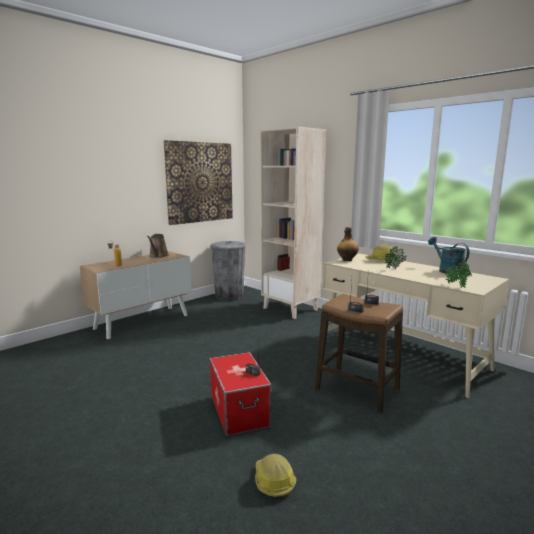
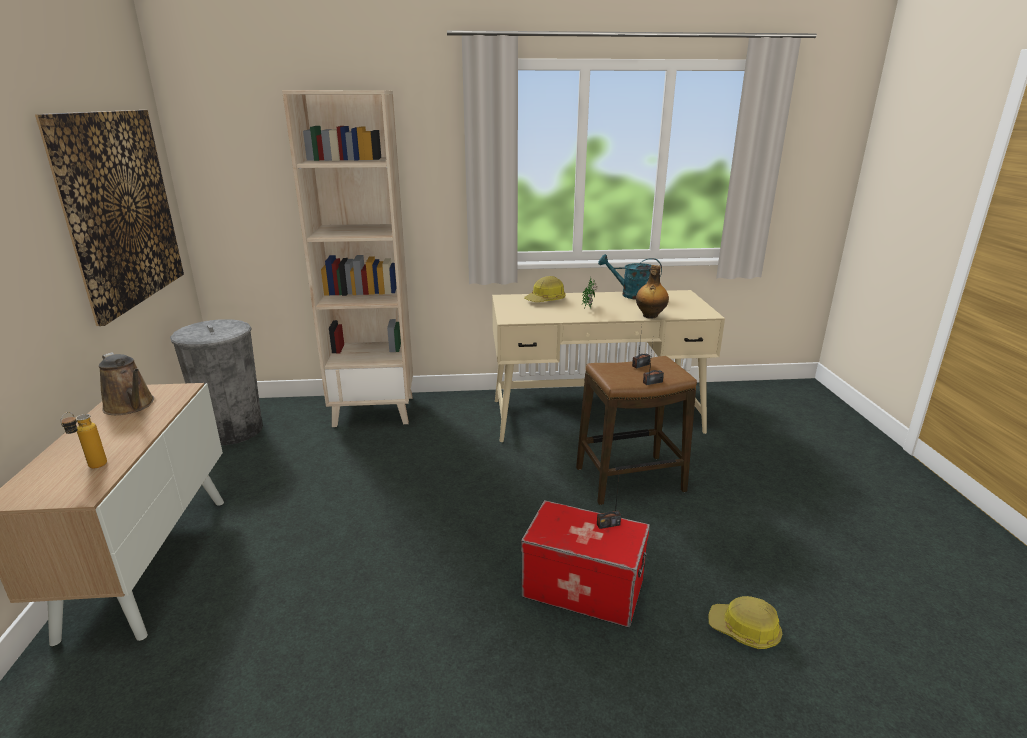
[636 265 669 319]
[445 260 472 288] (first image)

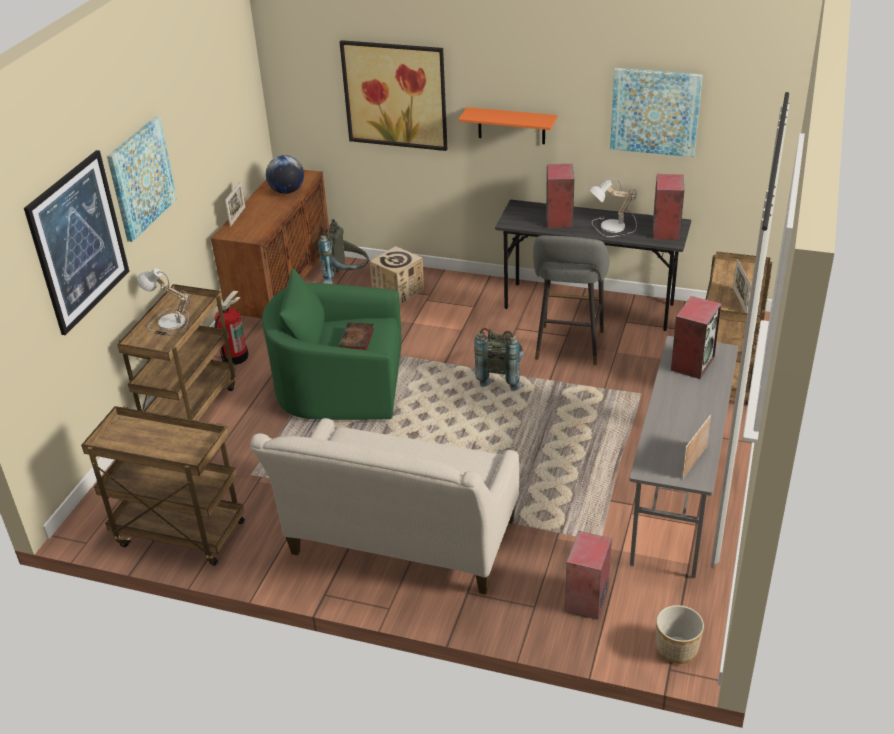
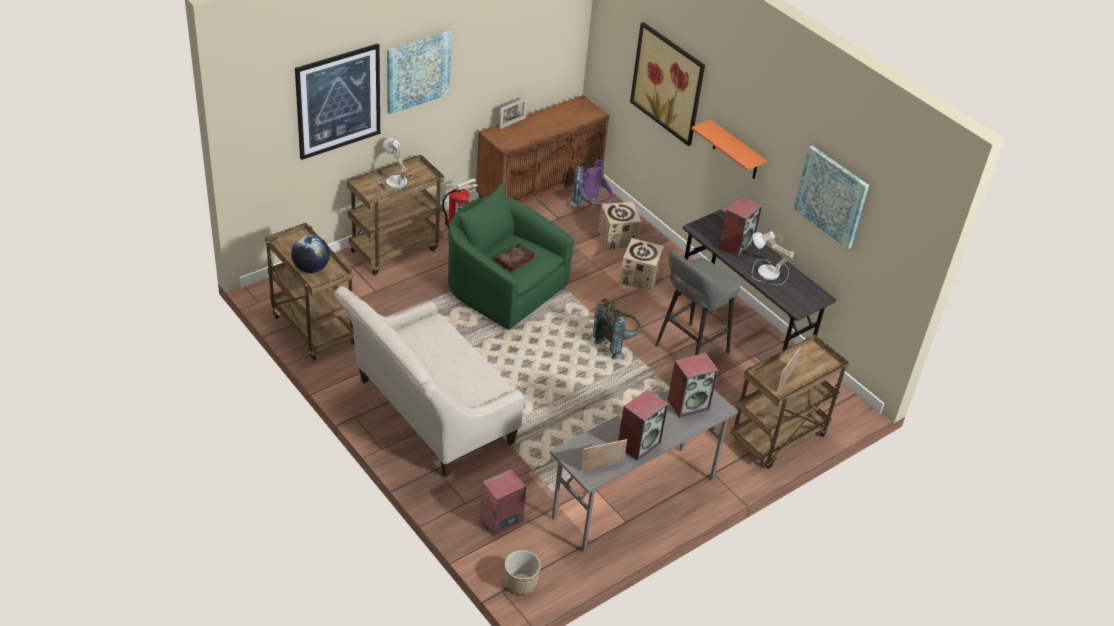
[291 235 330 273]
[570 157 614 208]
[618 389 668 461]
[619 238 664 292]

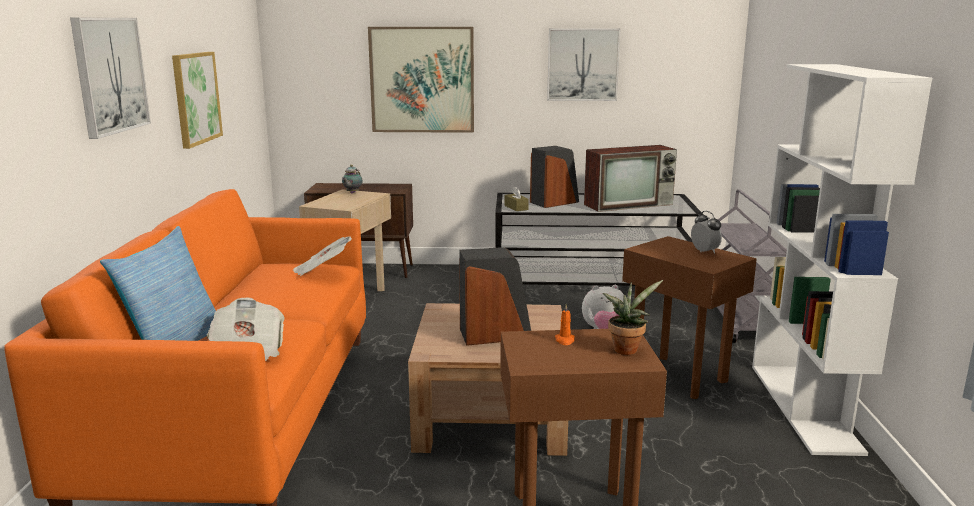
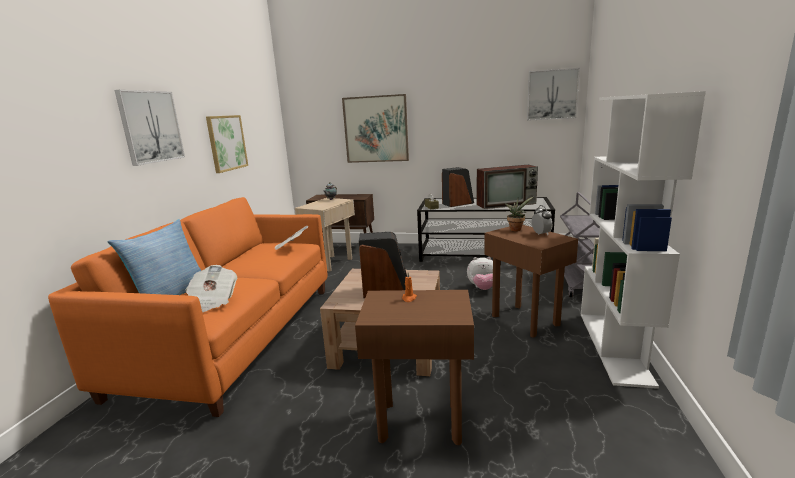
[504 196 534 232]
[527 68 580 121]

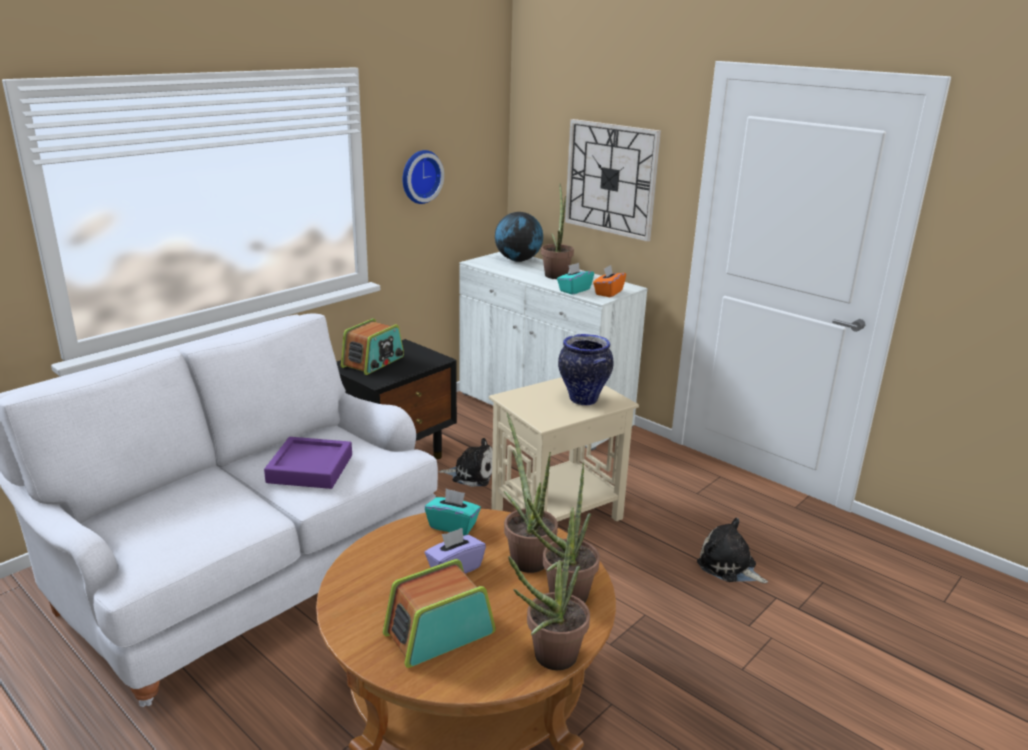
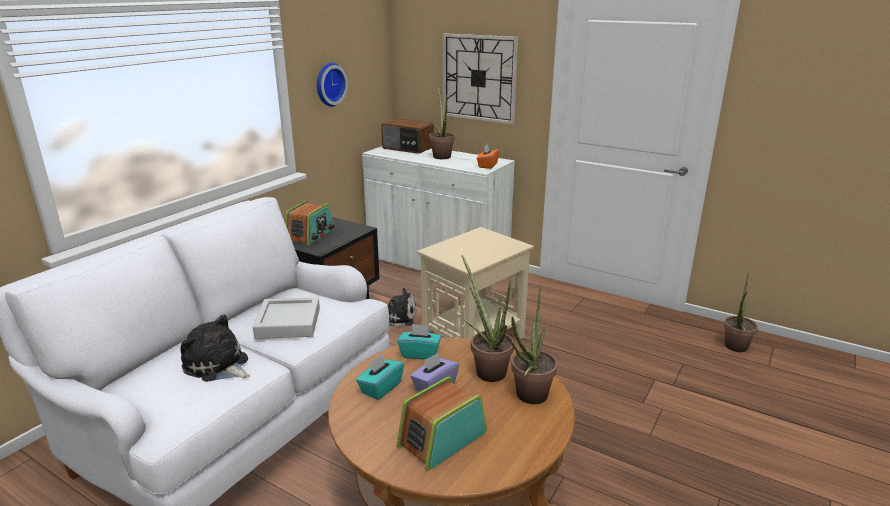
[181 314 250 382]
[253 297 320 339]
[356 353 404 400]
[381 119 434 154]
[724 272 758 352]
[558 334 613 406] (first image)

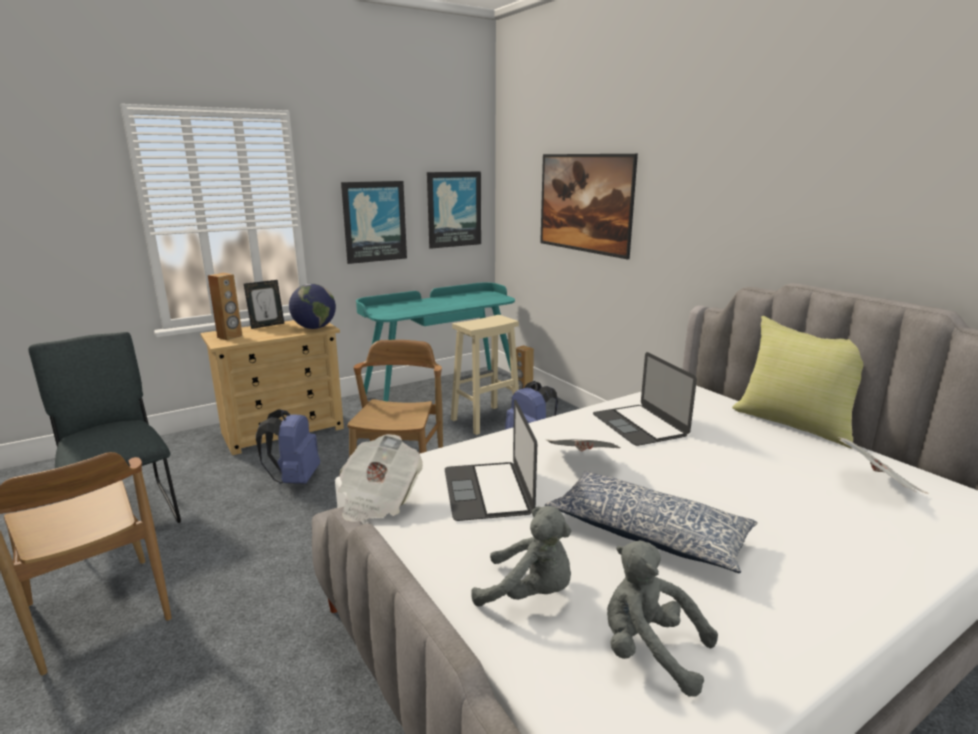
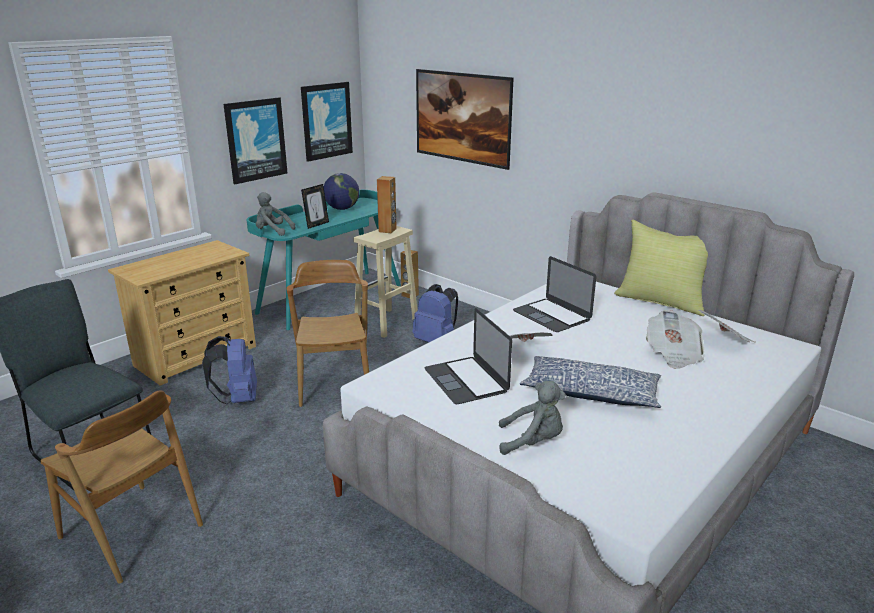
[256 192 295 236]
[301 184 329 229]
[324 173 359 210]
[377 176 397 233]
[646 310 704 369]

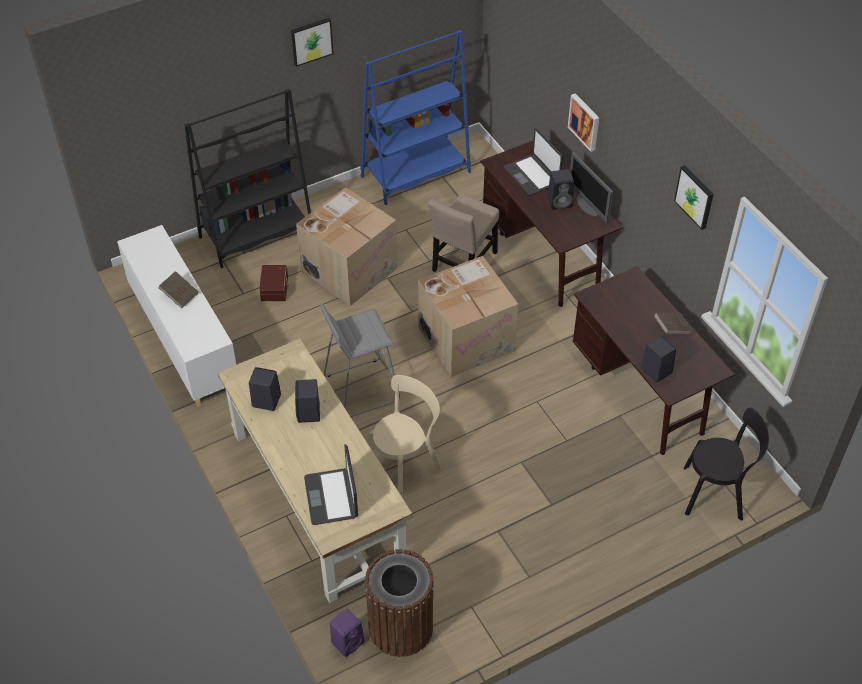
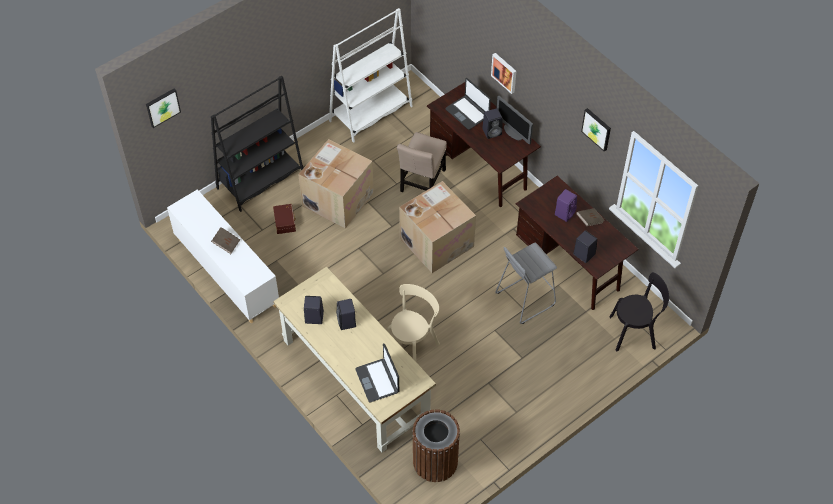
[146 88 181 128]
[329 8 413 143]
[495 243 557 324]
[555 189 577 222]

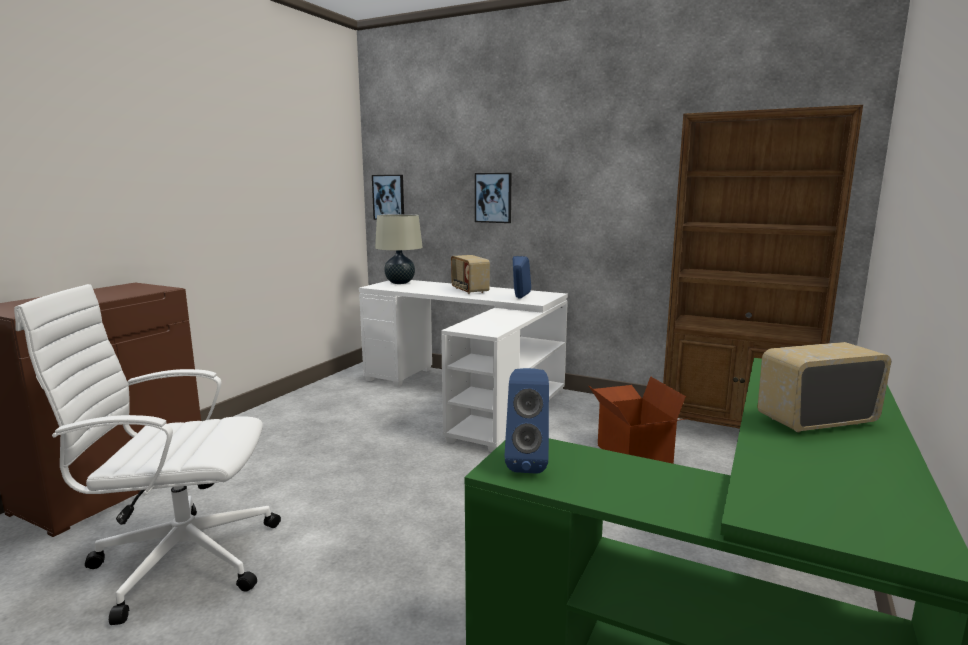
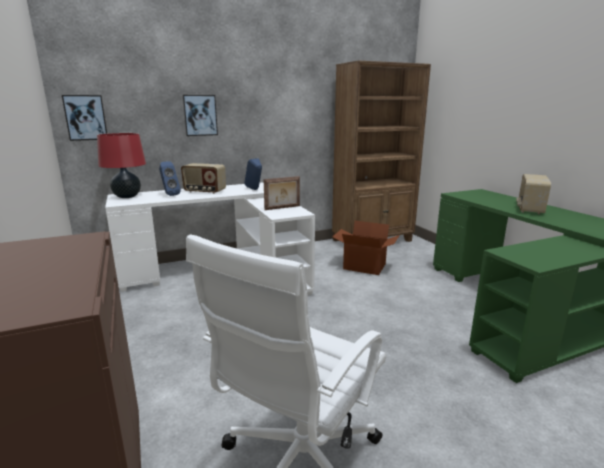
[97 133 146 198]
[159 161 181 196]
[264 176 300 210]

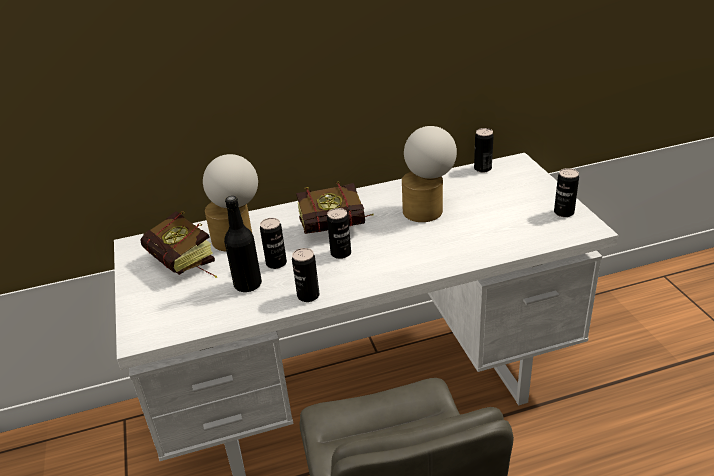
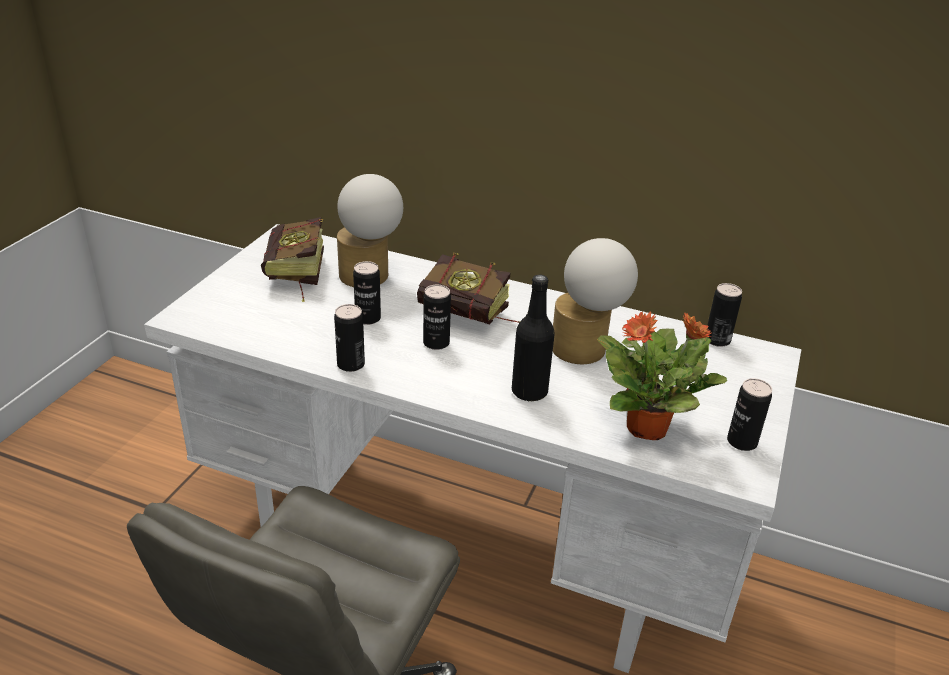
[512 275 555 402]
[597 312 727 440]

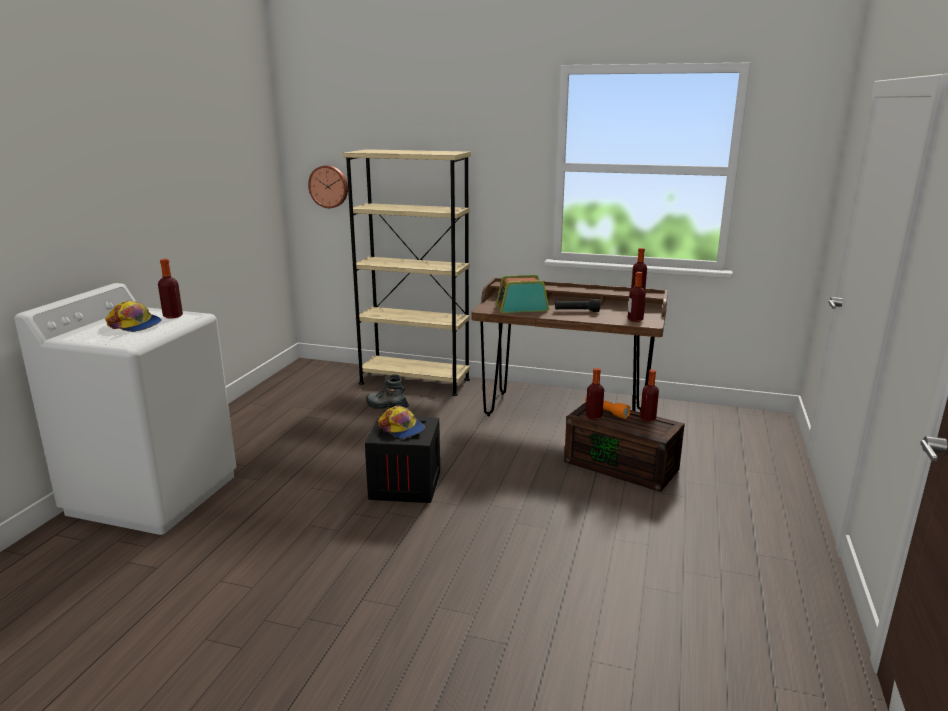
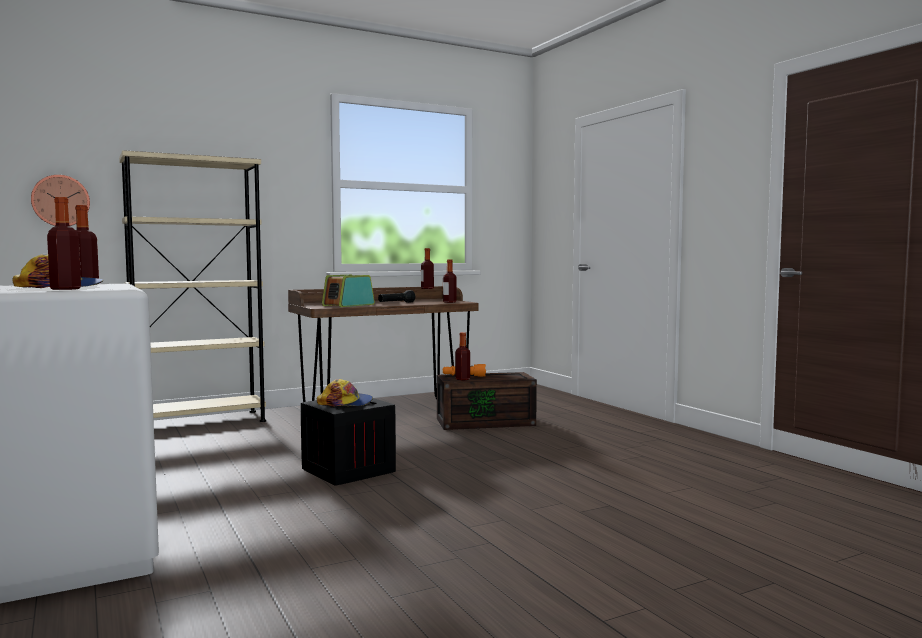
[47 197 81 290]
[366 374 409 409] (first image)

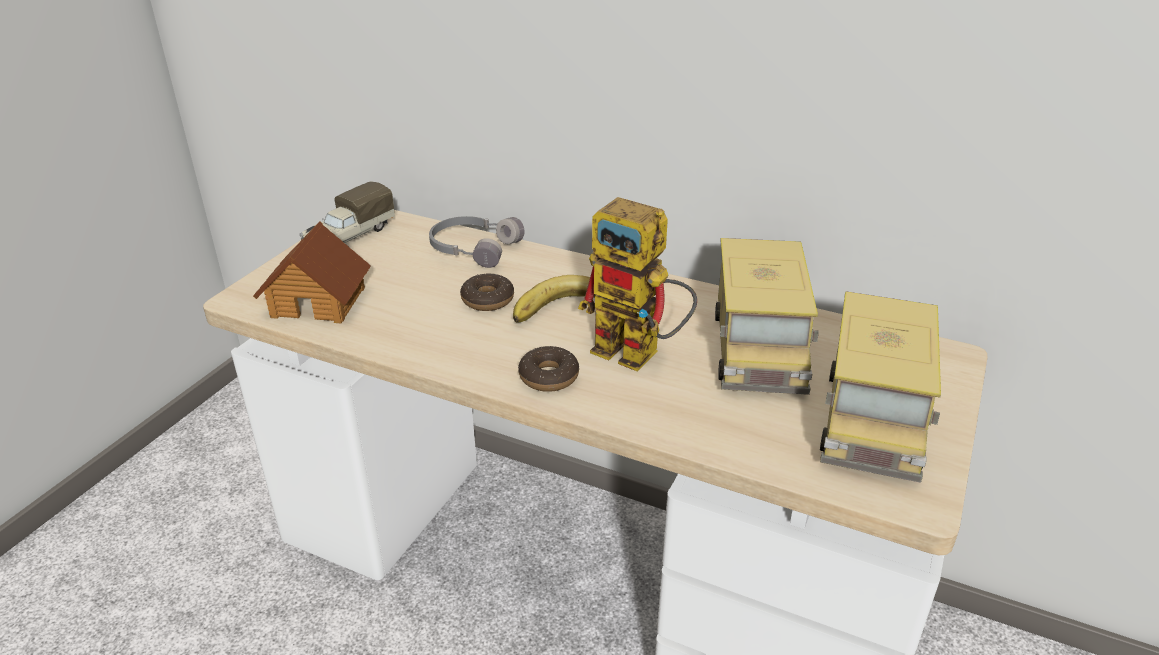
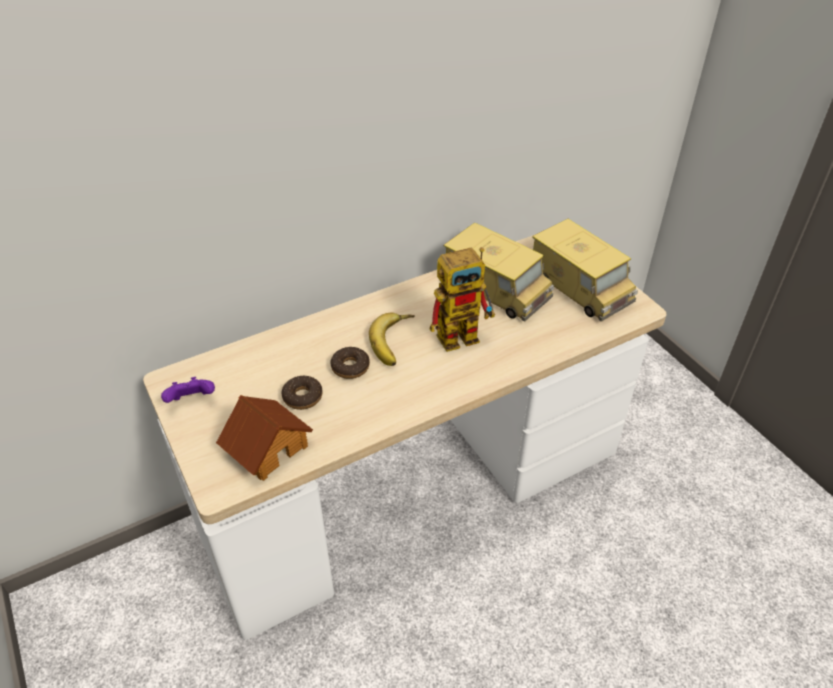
[161 377 215 403]
[282 376 323 410]
[429 216 525 268] (first image)

